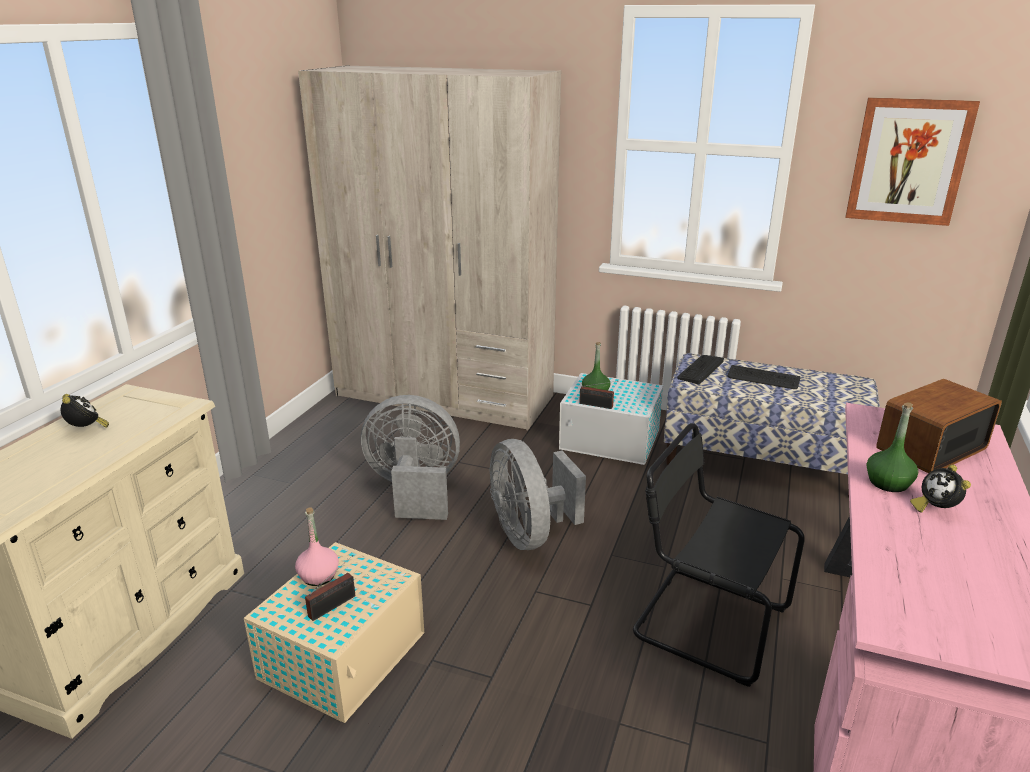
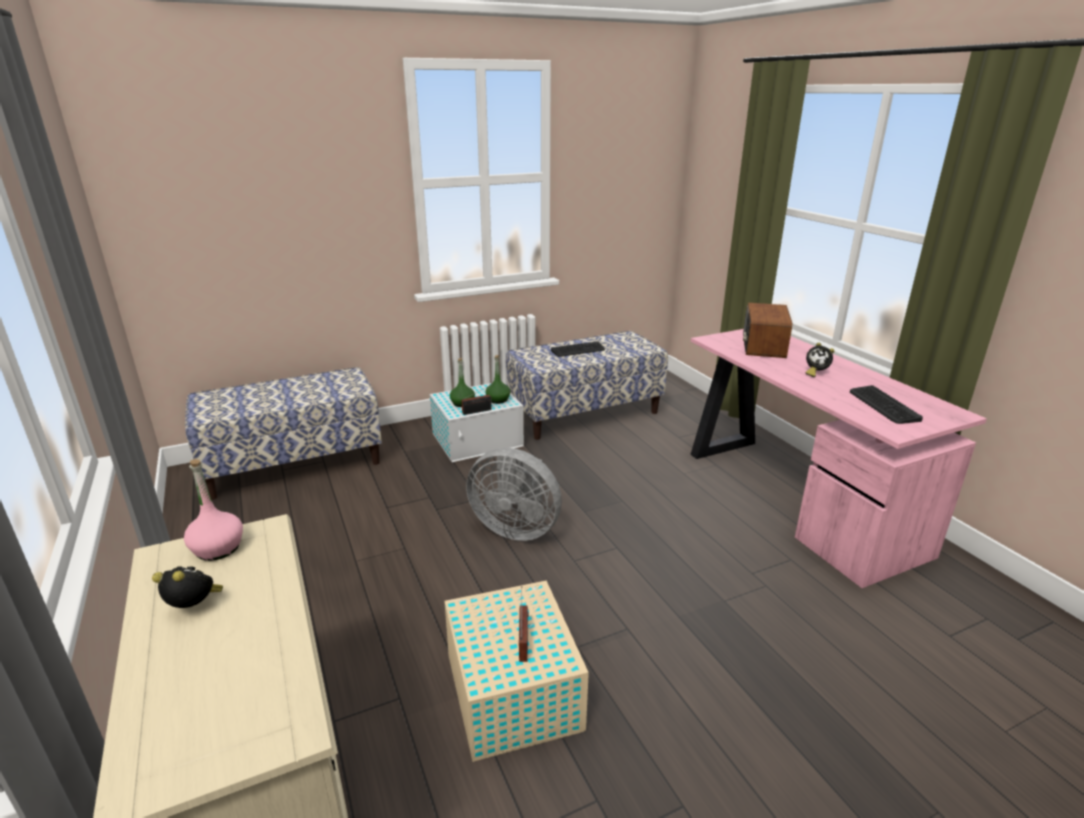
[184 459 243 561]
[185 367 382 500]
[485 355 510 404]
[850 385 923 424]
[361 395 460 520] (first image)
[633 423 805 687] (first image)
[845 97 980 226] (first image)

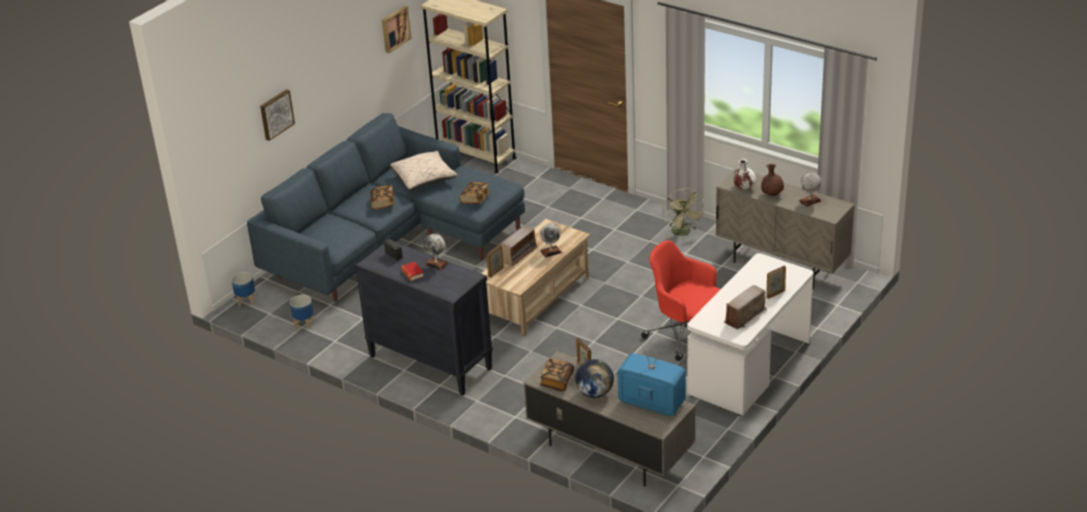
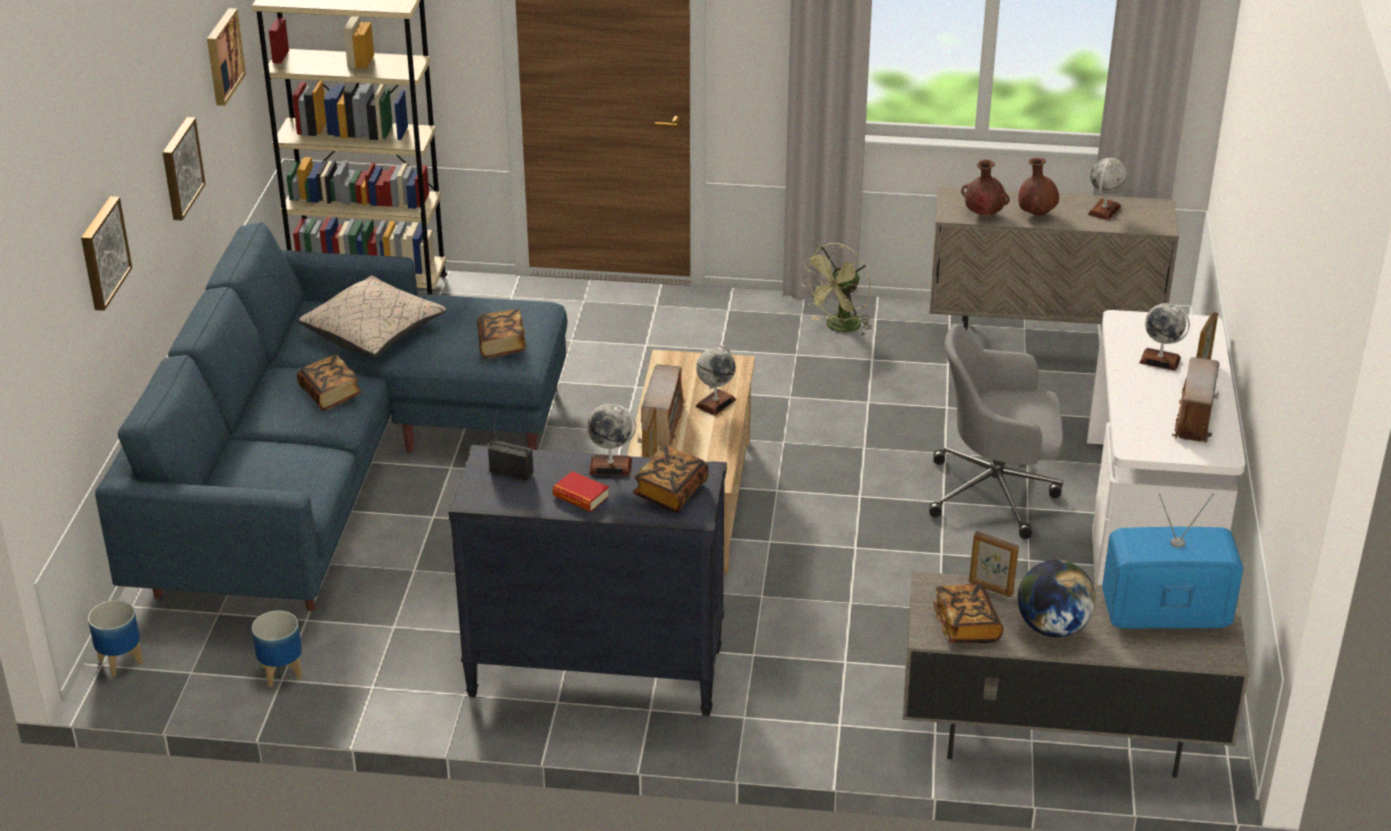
[163 117 205 220]
[633 446 709 513]
[800 243 872 337]
[929 324 1064 539]
[961 160 1010 215]
[1139 303 1190 371]

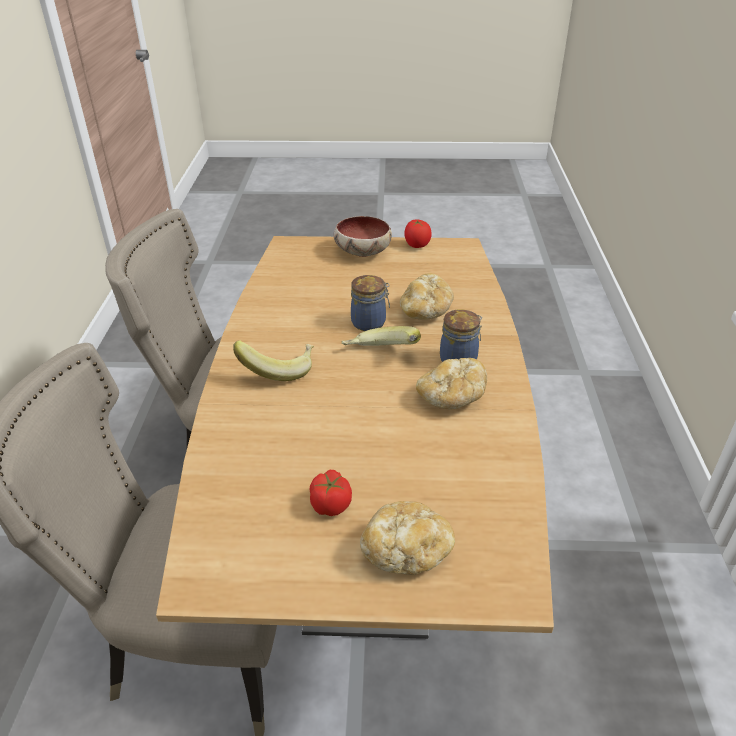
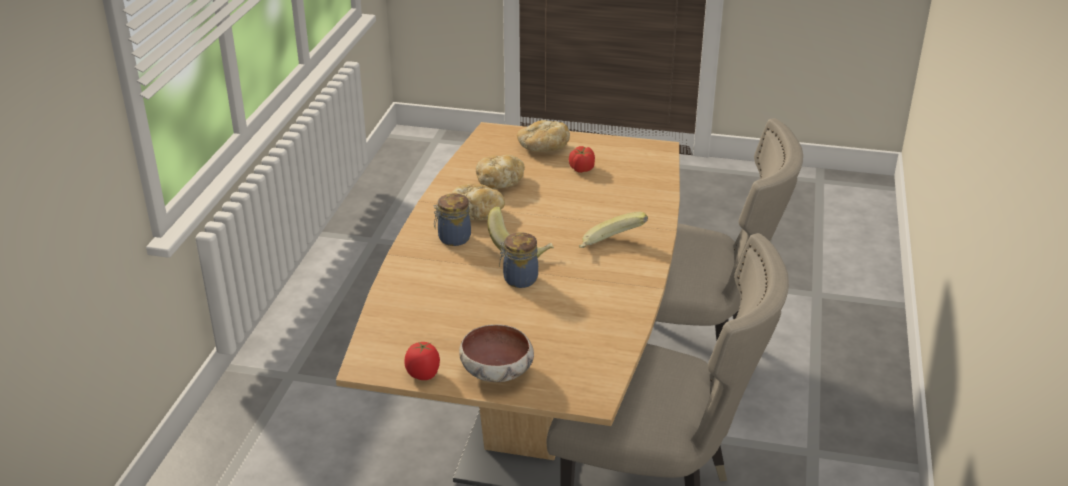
[476 155 525 189]

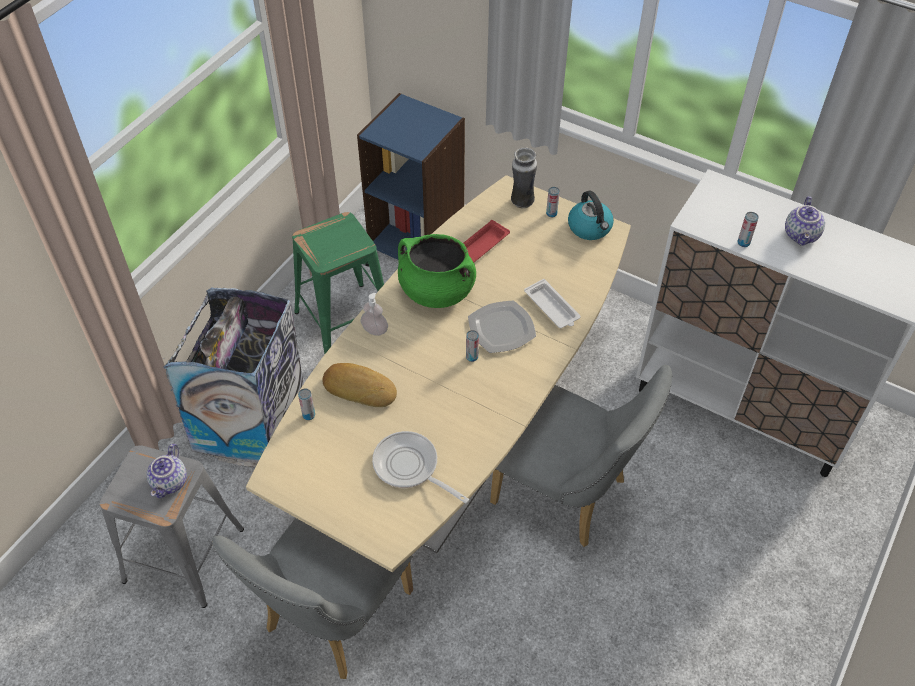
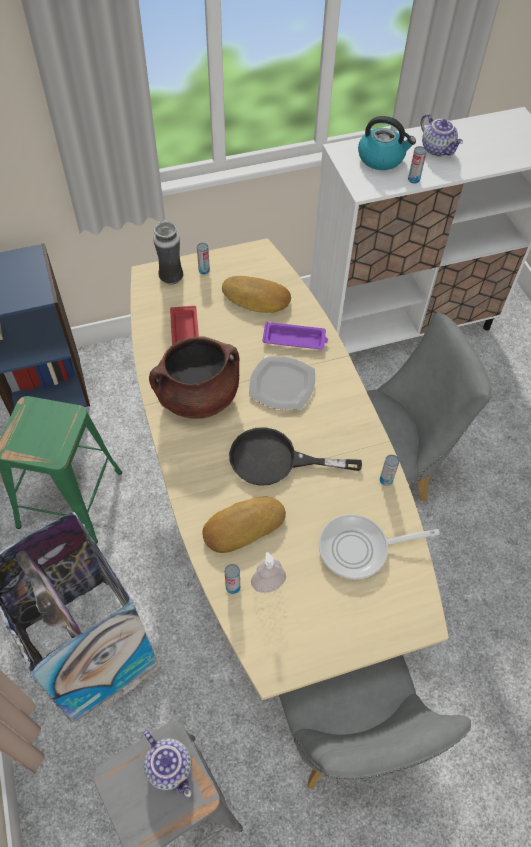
[149 336 239 419]
[222 276 291 313]
[229 427 362 486]
[251 552 286 593]
[262 322 328 350]
[358 116 416 170]
[380 455 399 486]

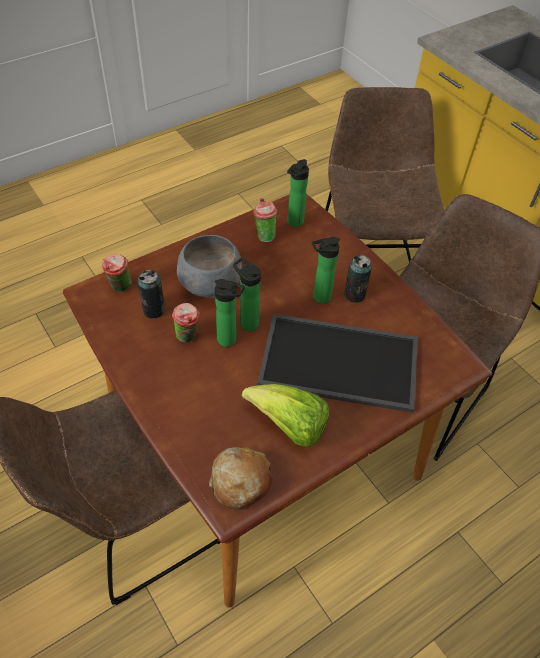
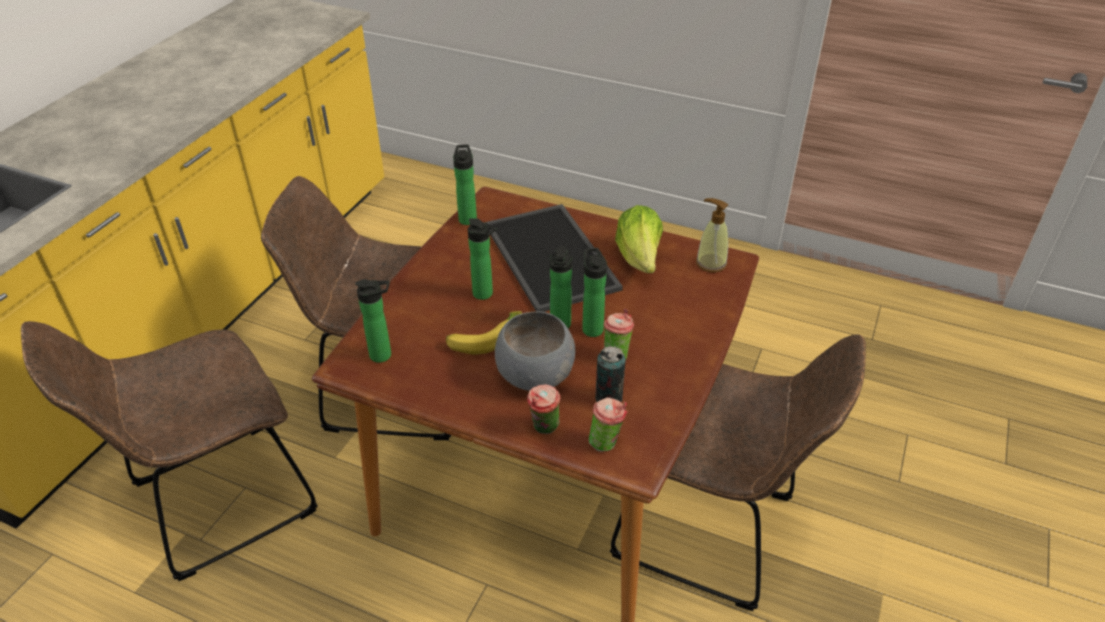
[446 311 522 355]
[453 145 477 225]
[527 384 560 434]
[696 198 728 272]
[344 255 372 303] (first image)

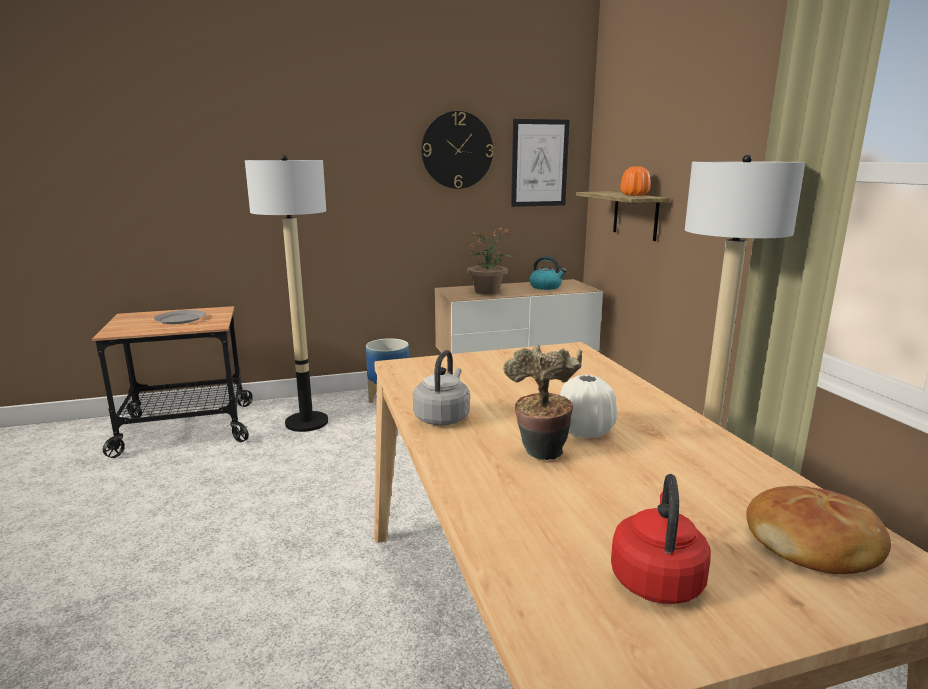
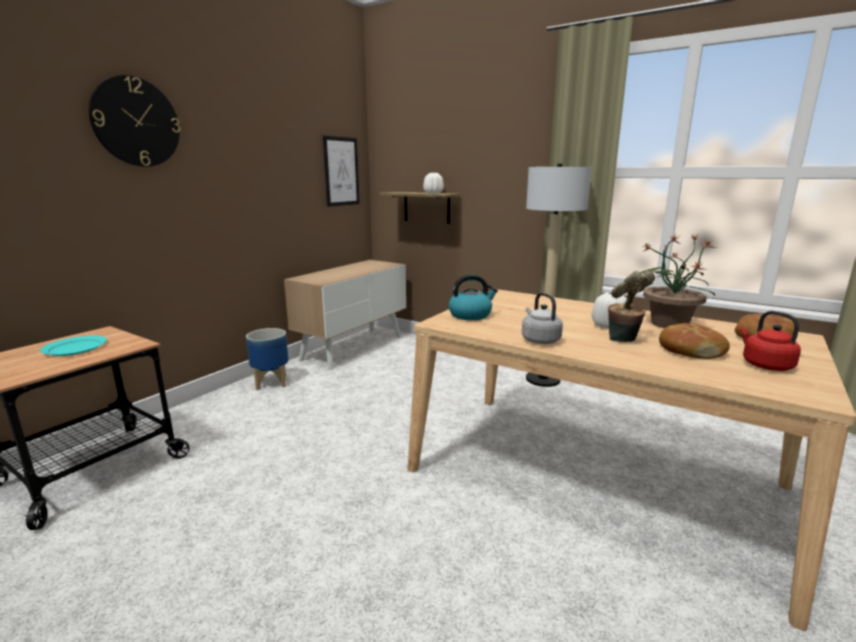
[40 336 107 356]
[89 75 180 167]
[423 173 444 193]
[448 274 498 320]
[640 234 717 328]
[659 323 730 359]
[245 155 328 432] (first image)

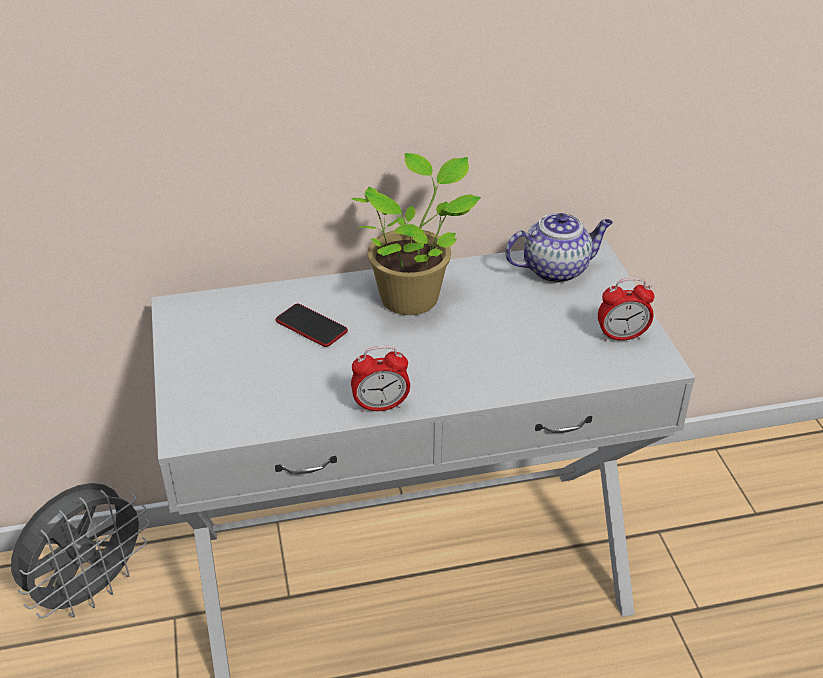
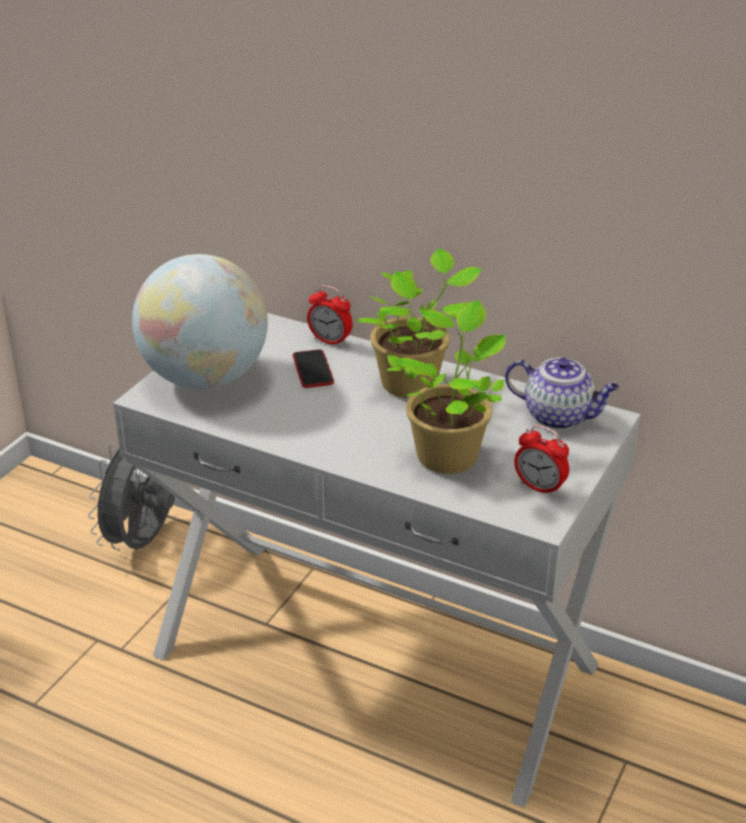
[88 443 175 550]
[132 254 268 389]
[307 285 353 347]
[387 300 505 474]

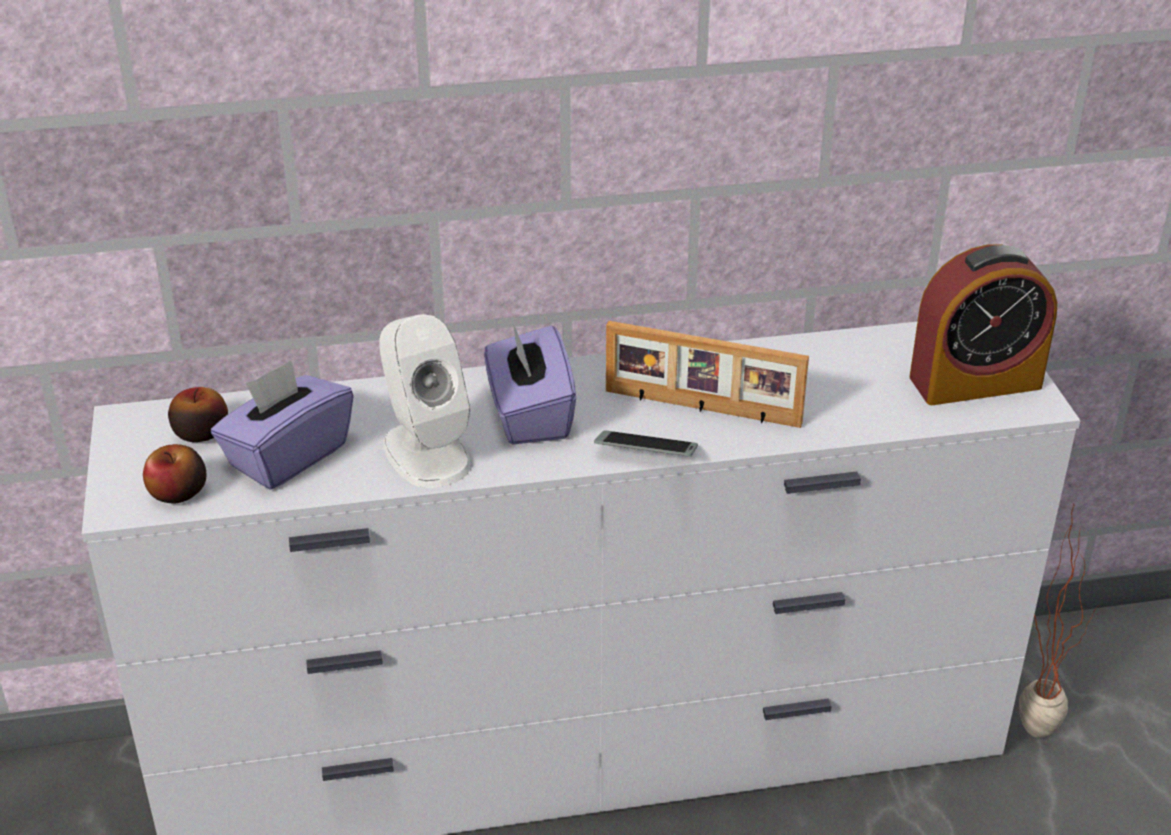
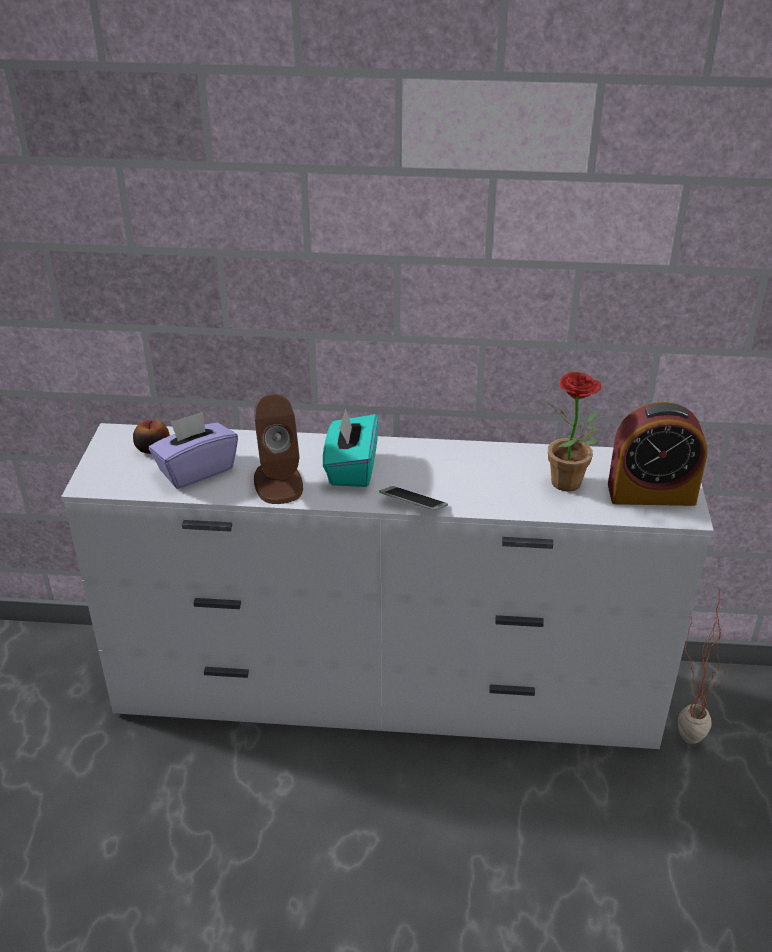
[254 394 303 504]
[323 409 379 487]
[547 372 601 491]
[143 444 206 504] (first image)
[606 321 809 428] (first image)

